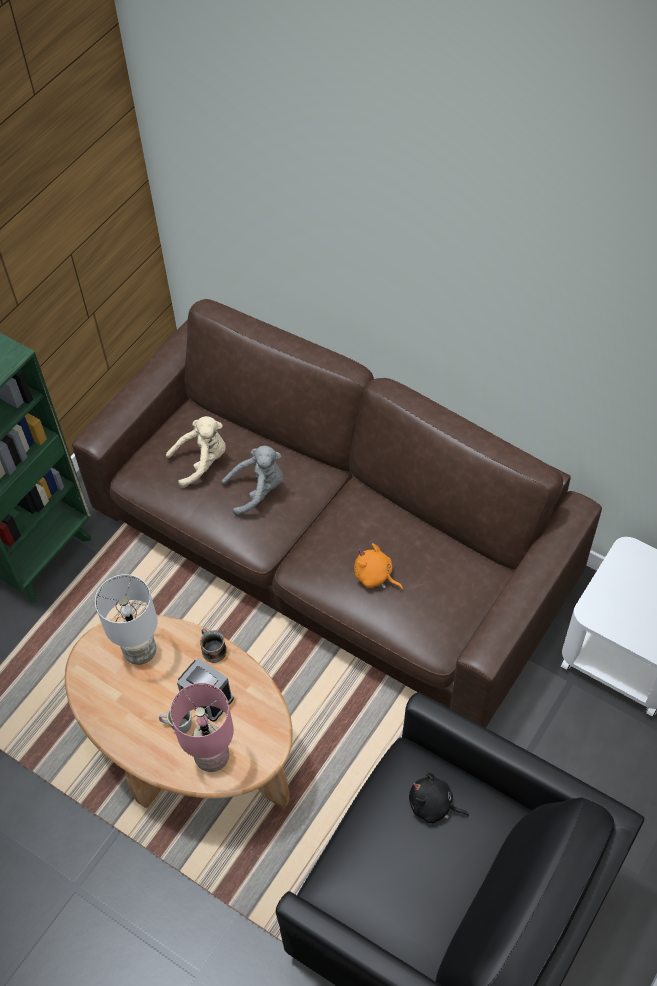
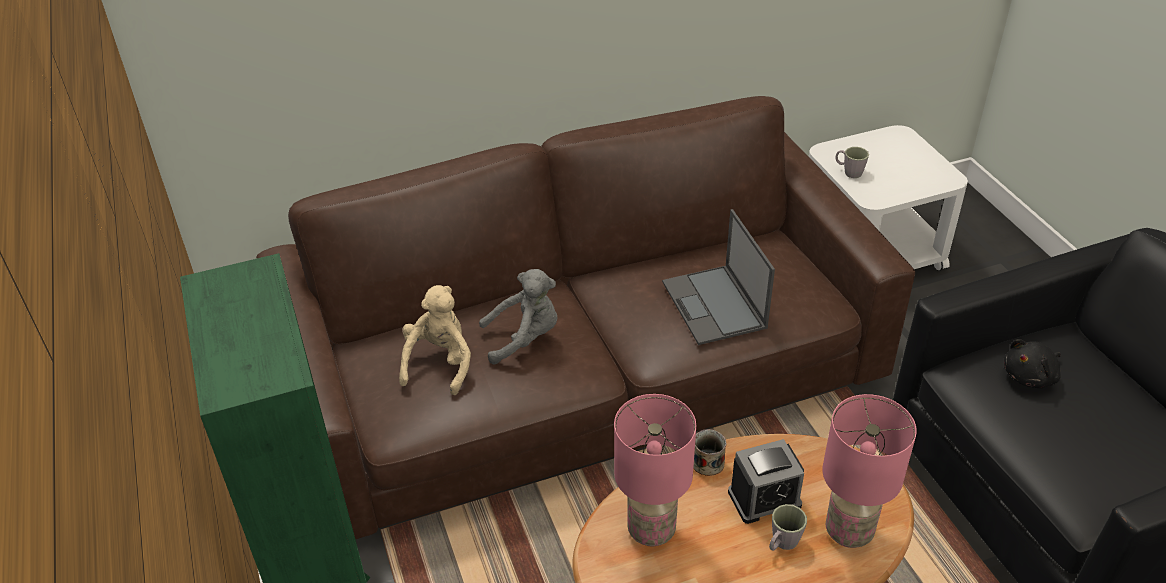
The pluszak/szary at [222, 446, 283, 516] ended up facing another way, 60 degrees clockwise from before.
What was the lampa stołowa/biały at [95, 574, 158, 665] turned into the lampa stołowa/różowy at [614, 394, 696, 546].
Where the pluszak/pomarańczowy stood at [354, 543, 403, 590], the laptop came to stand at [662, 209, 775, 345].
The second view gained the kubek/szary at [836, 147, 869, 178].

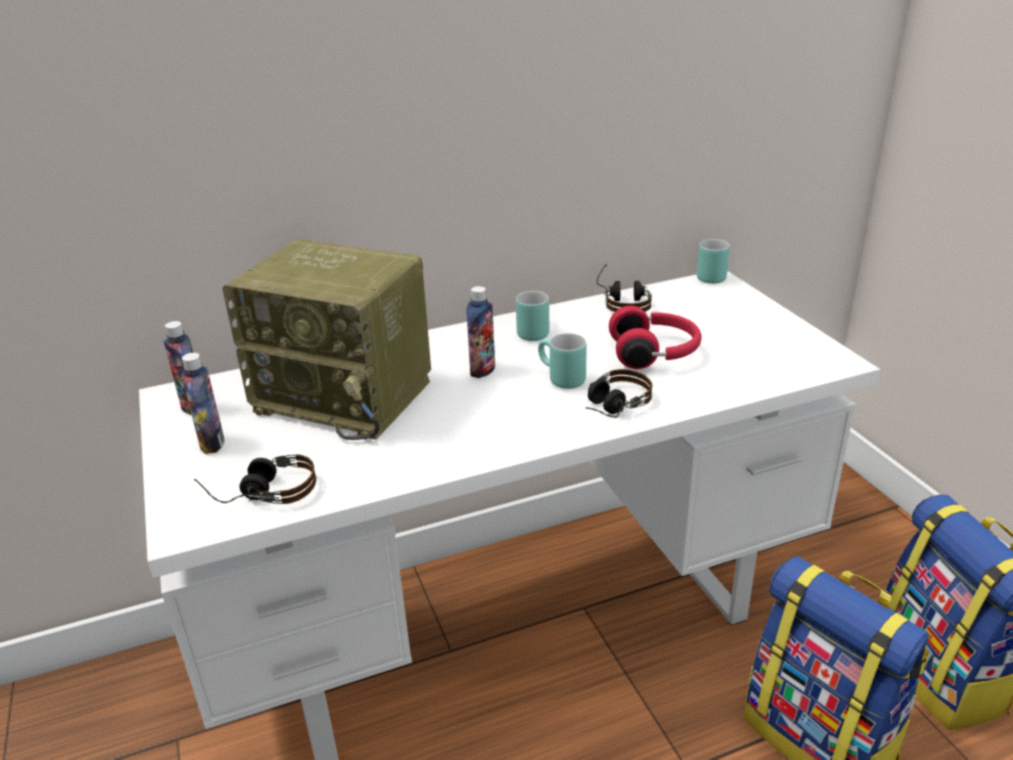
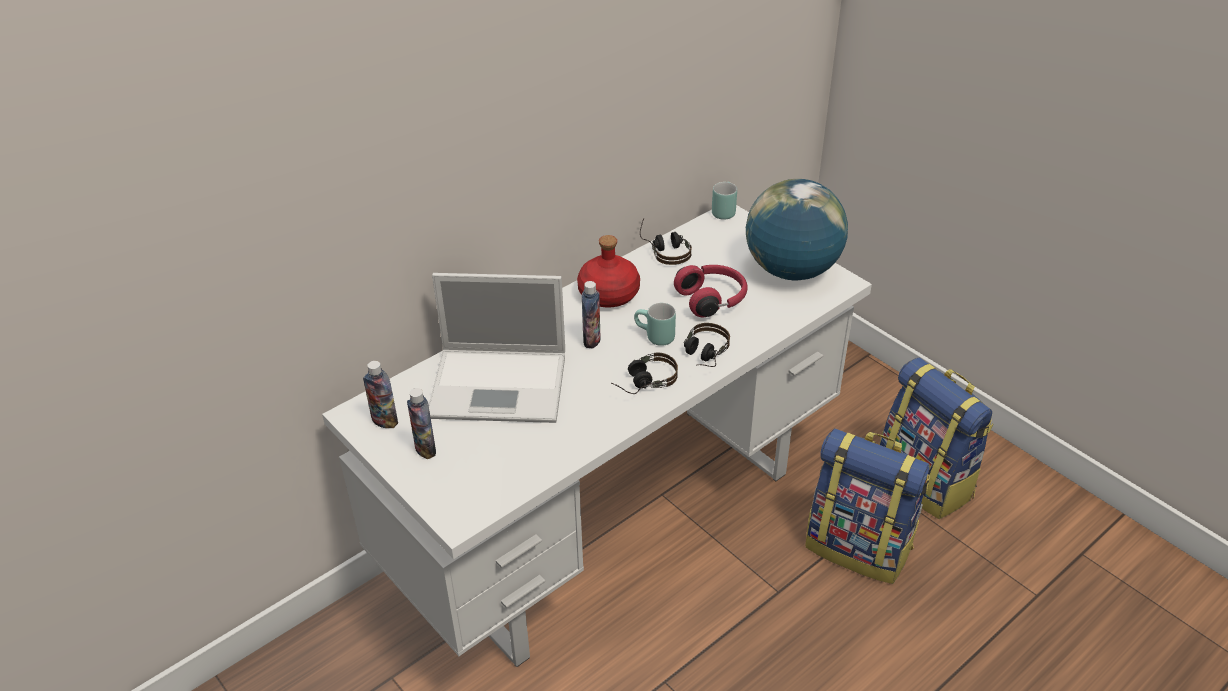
Where the radio stood at [222, 239, 431, 440], the laptop came to stand at [429, 273, 565, 423].
Where the kubek/turkusowy stood at [516, 291, 549, 341], the butelka/czerwony came to stand at [577, 235, 640, 308].
The słuchawki ended up elsewhere, having gone from [194, 454, 316, 504] to [611, 353, 678, 394].
The second view gained the globus at [746, 179, 848, 280].

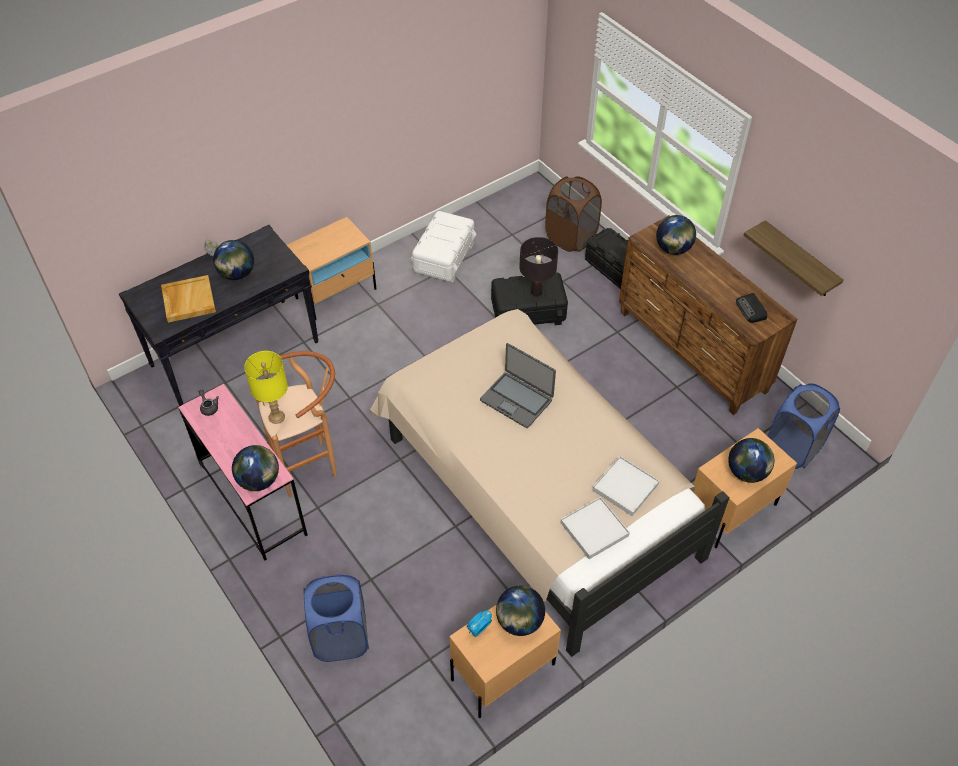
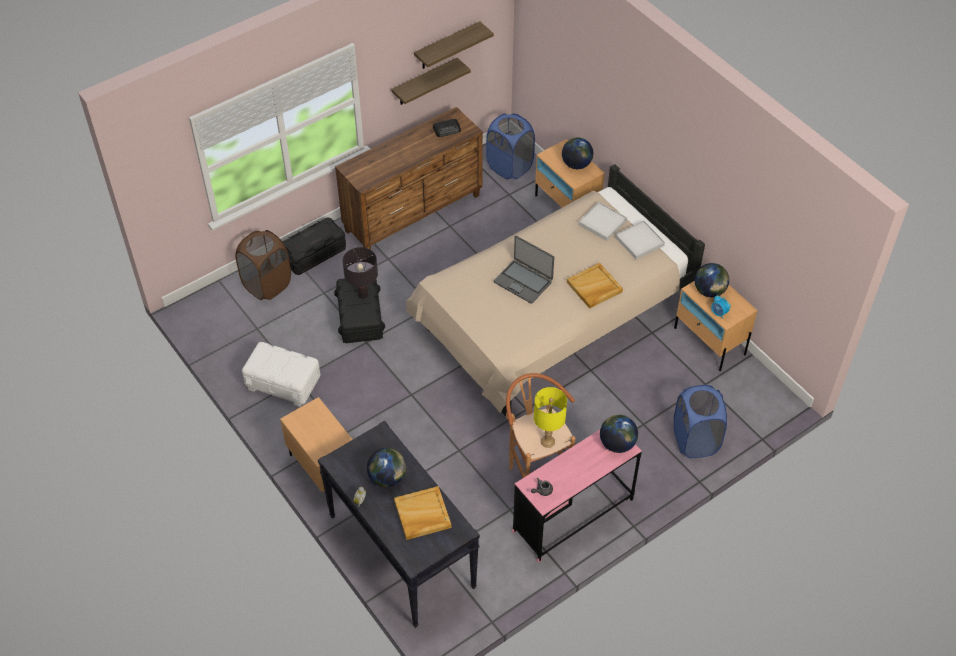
The second view gained the półka at [414, 22, 494, 69].
The laptop at [480, 343, 556, 428] ended up facing another way, 90 degrees clockwise from before.
The second view gained the taca/beżowy at [567, 263, 623, 309].
The second view lost the globus at [656, 215, 696, 255].

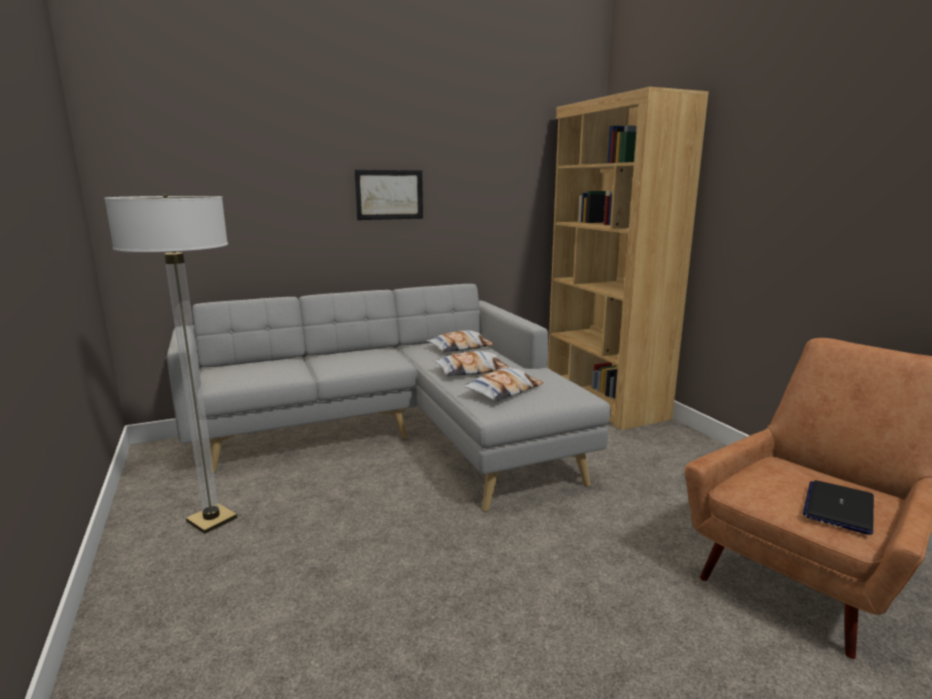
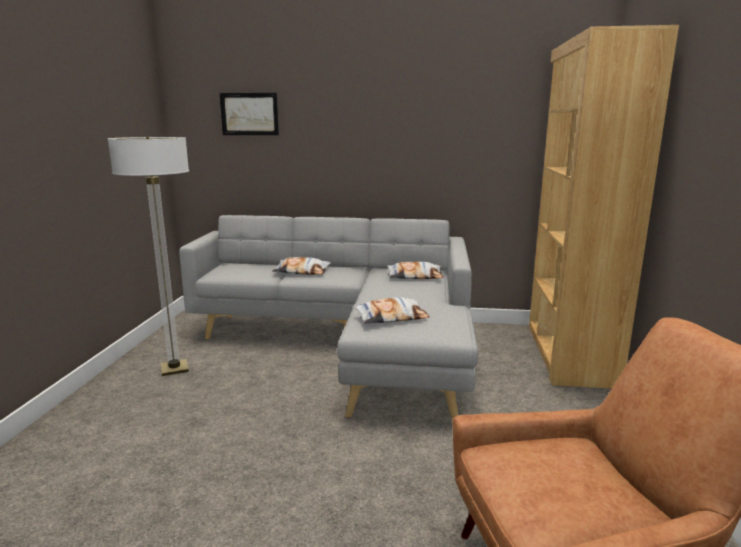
The obraz ended up elsewhere, having gone from [354, 170, 423, 220] to [220, 93, 279, 135].
The poduszka ended up elsewhere, having gone from [434, 351, 509, 376] to [272, 257, 331, 275].
The second view lost the laptop at [803, 480, 874, 535].

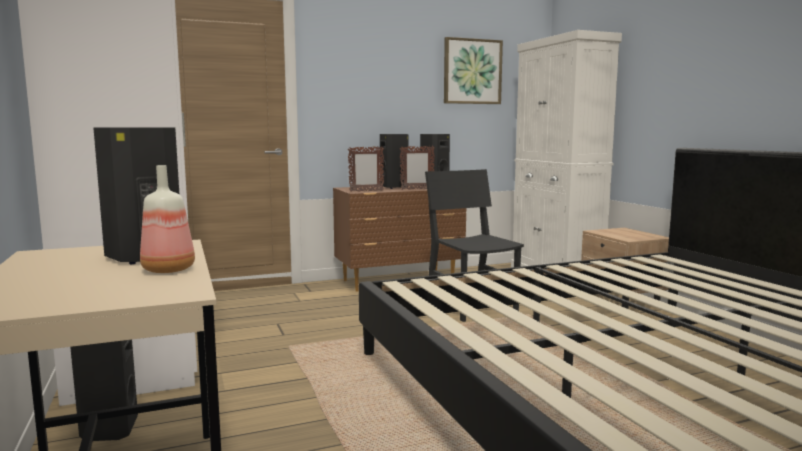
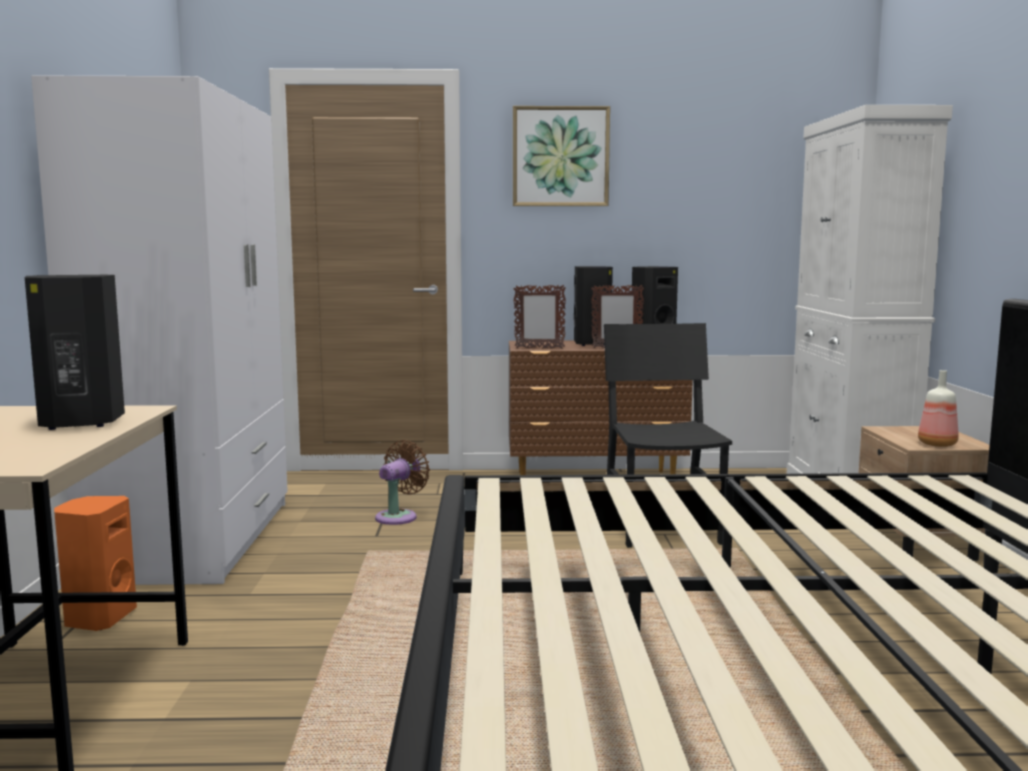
What was the głośnik/czarny at [70, 340, 138, 441] turned into the głośnik/pomarańczowy at [54, 496, 137, 631].
The second view gained the wentylator/brązowy at [375, 440, 430, 525].
The obraz ended up elsewhere, having gone from [444, 37, 503, 104] to [513, 106, 610, 206].
The butelka ended up elsewhere, having gone from [140, 165, 195, 273] to [918, 370, 959, 447].

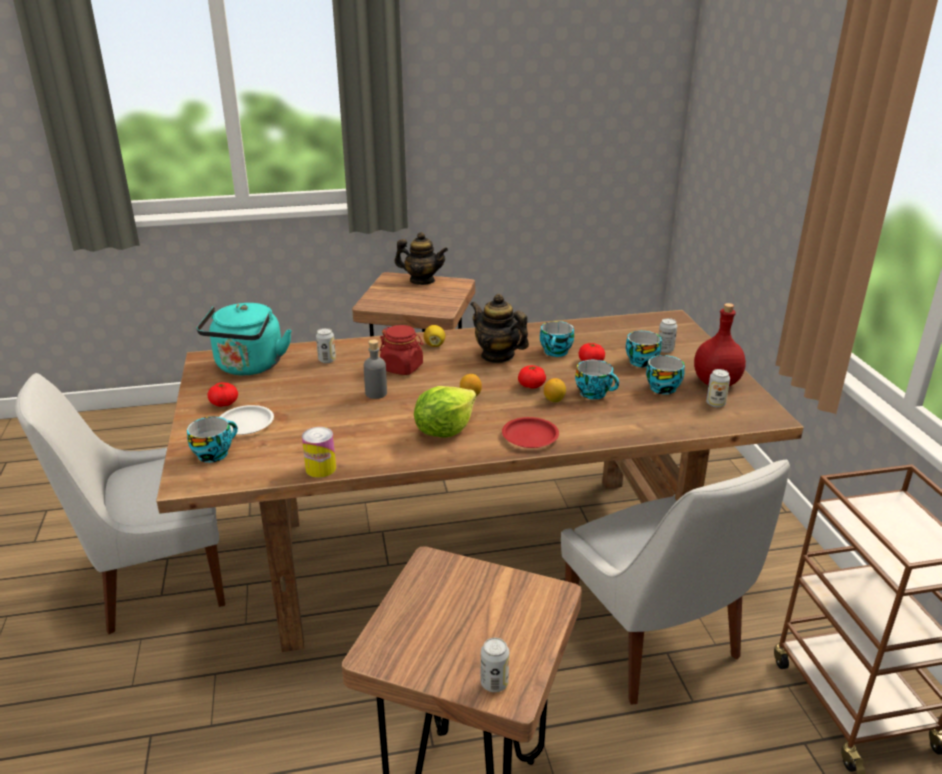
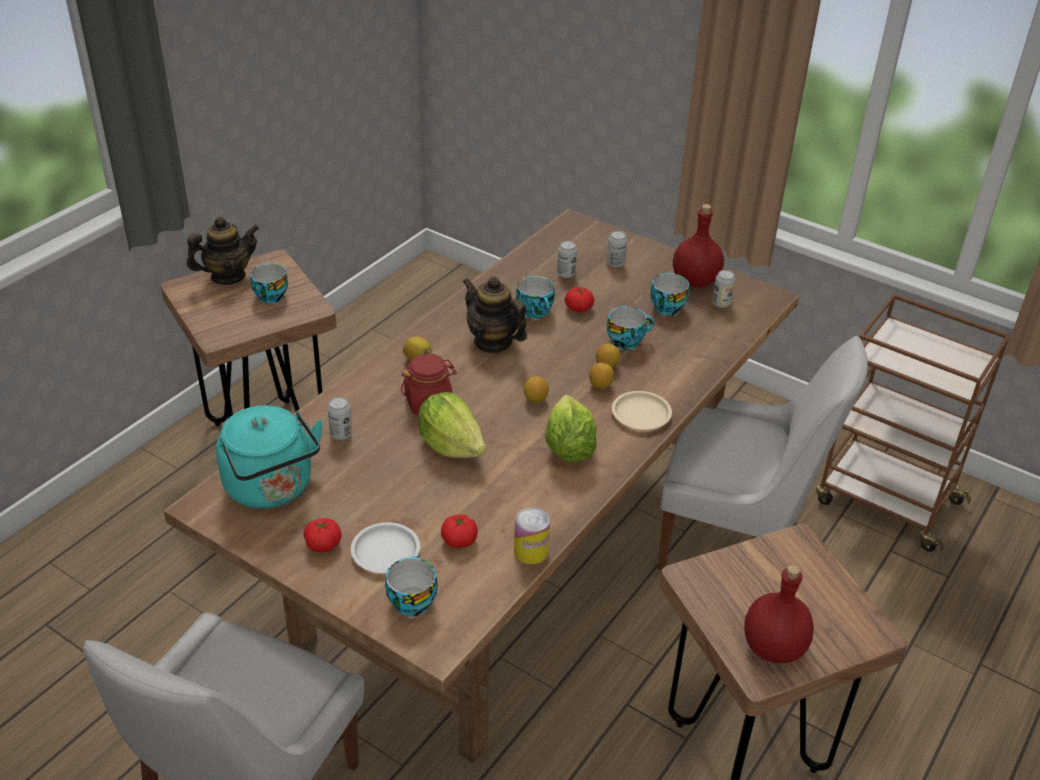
The filiżanka ended up elsewhere, having gone from [626, 331, 662, 367] to [250, 263, 288, 304].
Where the butelka/szary stood at [364, 339, 387, 399], the sałata came to stand at [418, 392, 486, 458].
The pomidor ended up elsewhere, having gone from [518, 365, 546, 389] to [441, 514, 478, 548].
The imbryk at [470, 294, 529, 363] ended up facing another way, 45 degrees clockwise from before.
The puszka ended up elsewhere, having gone from [481, 638, 509, 692] to [557, 241, 577, 278].
The second view gained the cytryna at [589, 362, 614, 389].
What was the talerz/czerwony at [502, 417, 559, 448] turned into the talerz/beżowy at [612, 391, 672, 430].
The second view gained the butelka/czerwony at [744, 564, 814, 663].

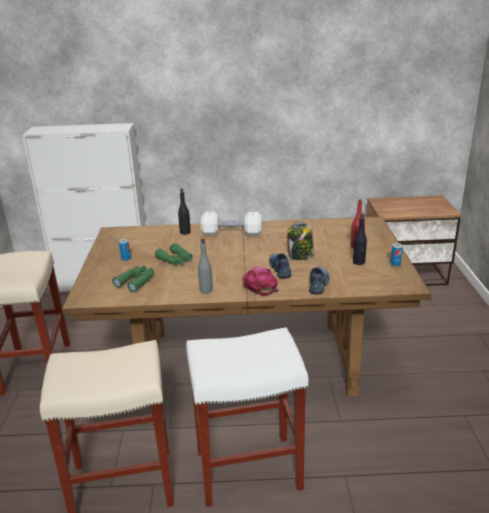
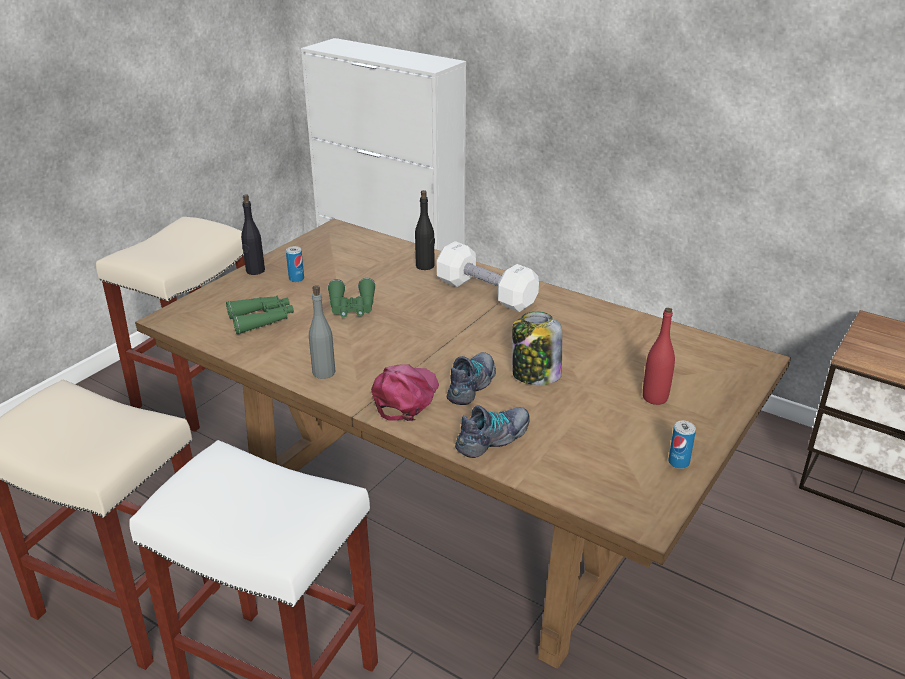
The butelka/czarny ended up elsewhere, having gone from [353, 213, 367, 265] to [241, 194, 265, 275].

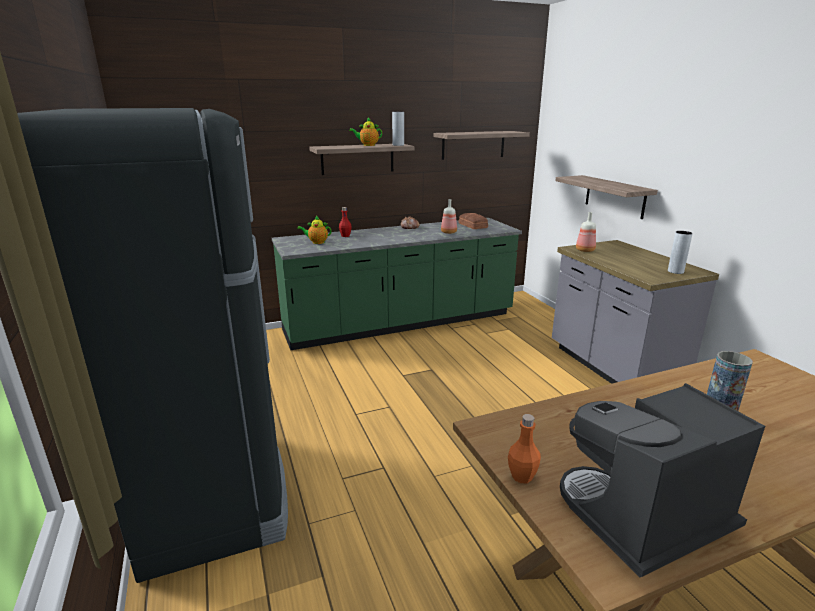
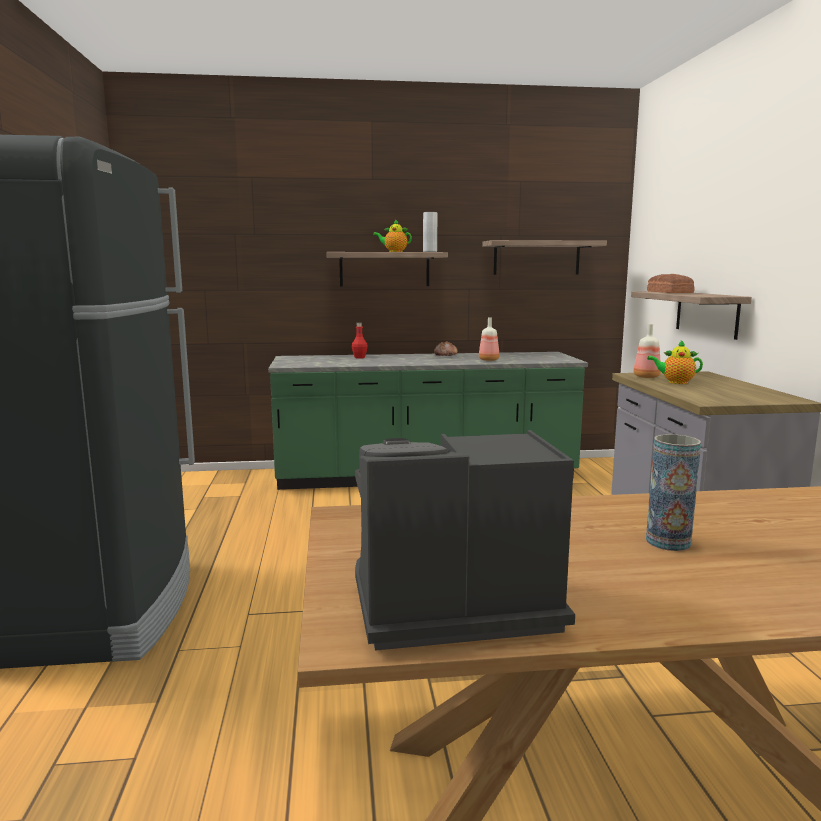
The chleb ended up elsewhere, having gone from [459, 213, 488, 229] to [647, 274, 695, 293].
The imbryk ended up elsewhere, having gone from [297, 216, 332, 244] to [647, 340, 703, 384].
The second view lost the butelka/pomarańczowy at [508, 414, 541, 483].
The second view lost the wazon/szary at [668, 231, 693, 274].

